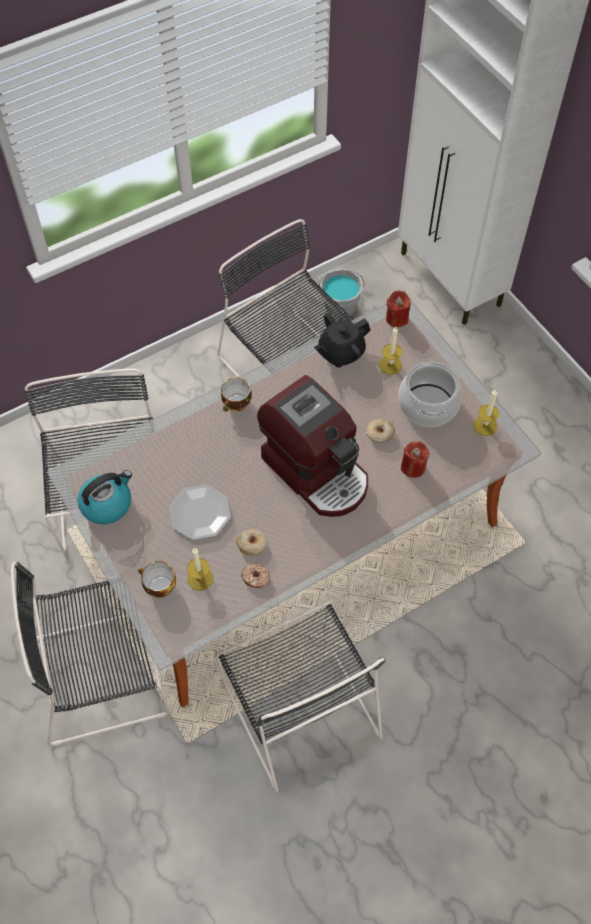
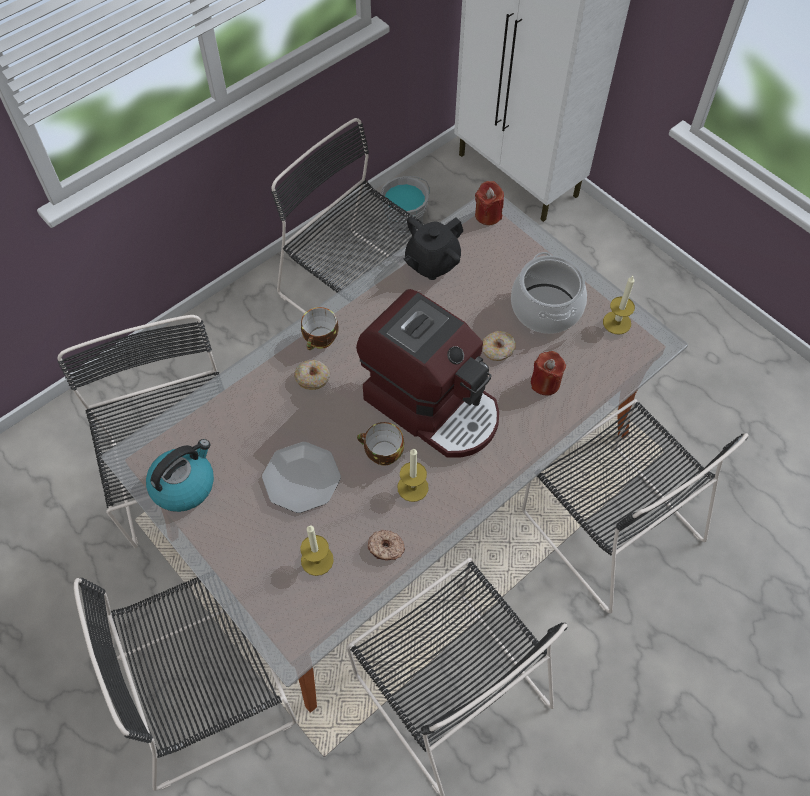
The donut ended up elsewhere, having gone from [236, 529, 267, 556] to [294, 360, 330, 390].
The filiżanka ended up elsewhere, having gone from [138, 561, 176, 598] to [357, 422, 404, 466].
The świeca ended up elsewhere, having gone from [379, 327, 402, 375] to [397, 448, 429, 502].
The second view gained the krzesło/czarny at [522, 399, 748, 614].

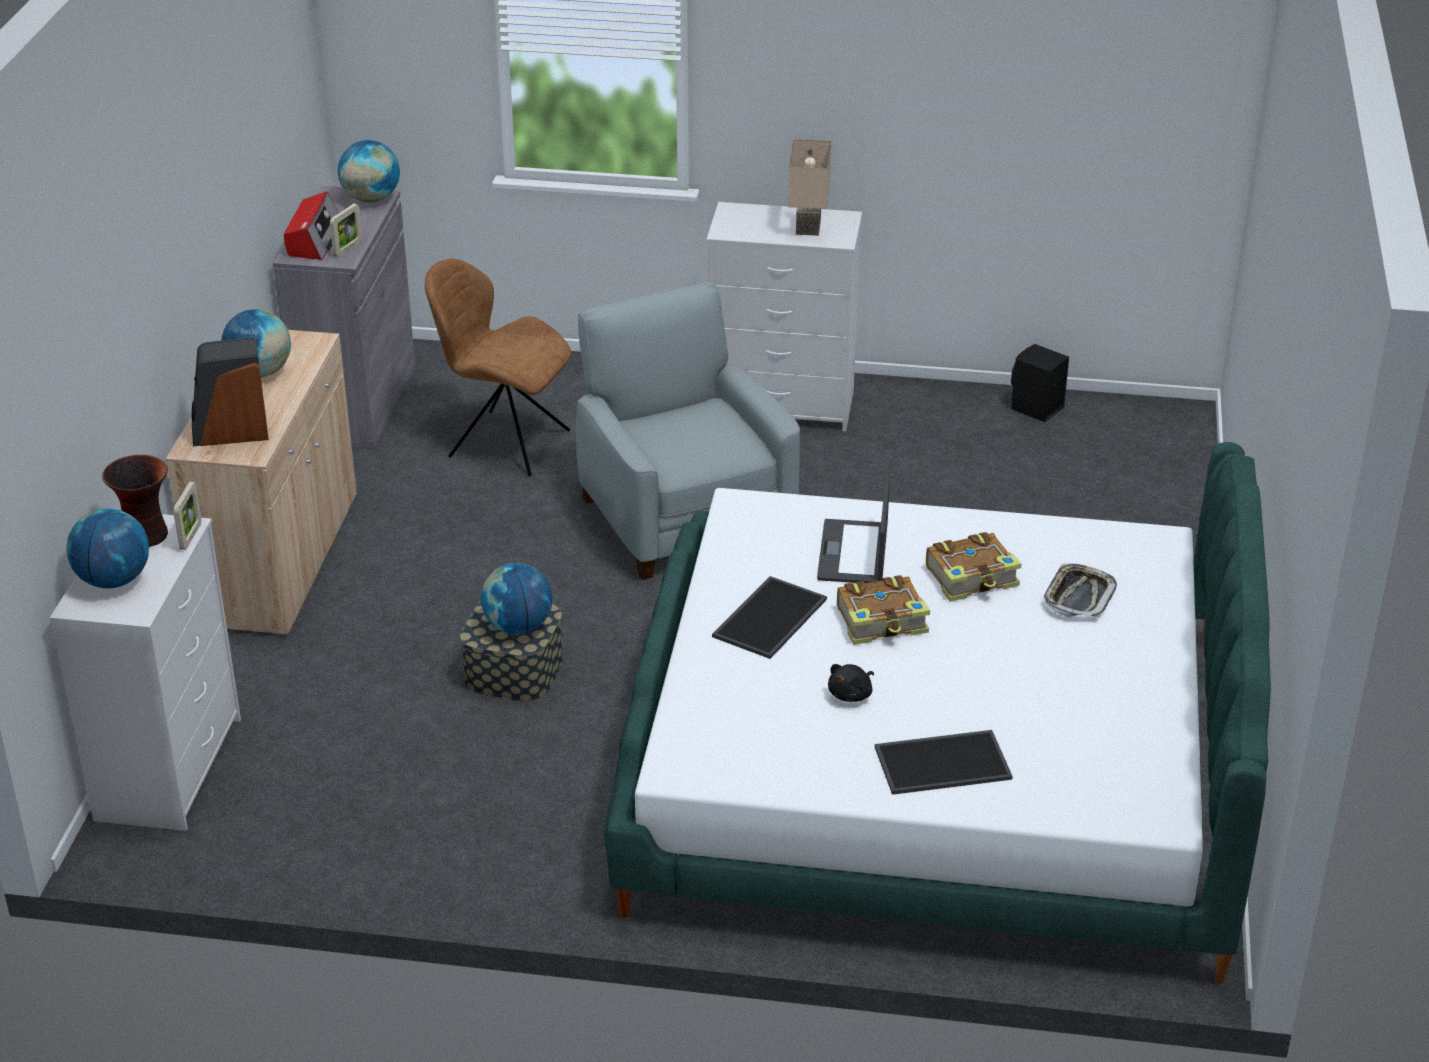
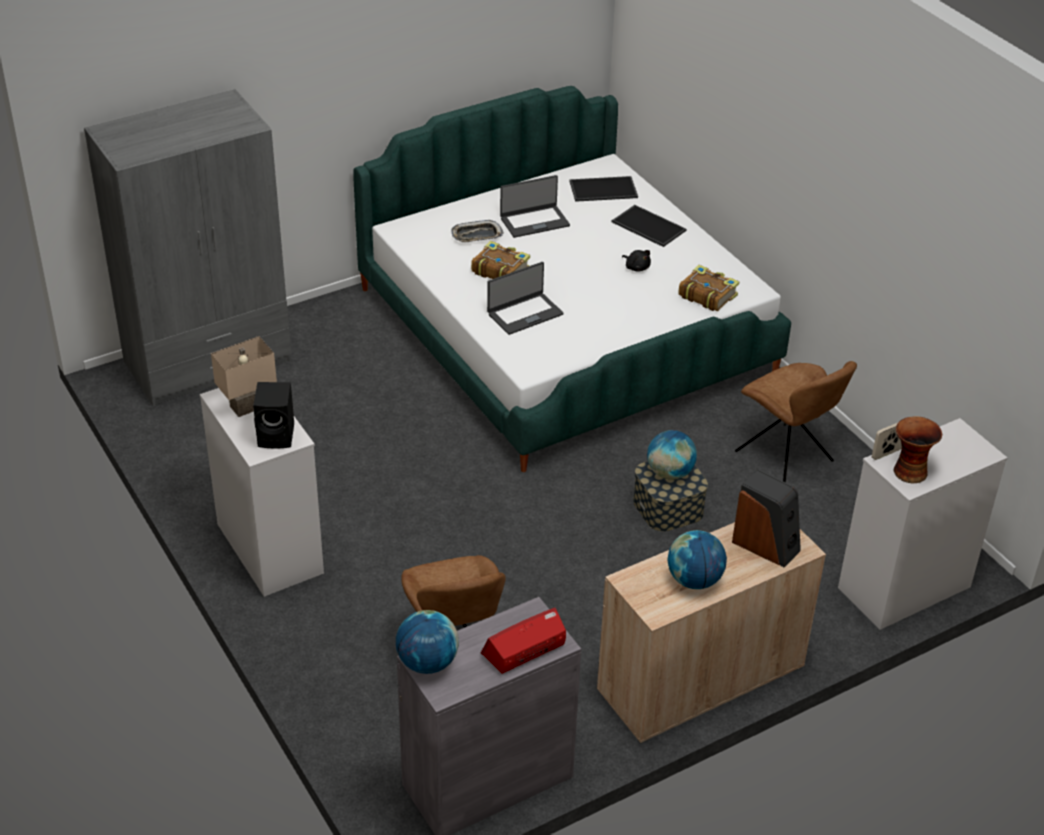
The second view gained the szafa/szary at [84, 89, 291, 406].
The głośnik/czarny ended up elsewhere, having gone from [1011, 344, 1069, 422] to [253, 382, 294, 449].
The second view gained the laptop at [500, 175, 570, 238].
The taca ended up elsewhere, having gone from [712, 576, 827, 659] to [569, 176, 638, 202].
The pluszak/czarny at [828, 664, 874, 702] ended up facing another way, 45 degrees clockwise from before.
The książka ended up elsewhere, having gone from [837, 575, 930, 645] to [678, 265, 739, 311].
The second view gained the krzesło/brązowy at [735, 361, 857, 482].
The second view lost the globus at [66, 508, 149, 588].
The second view lost the ramka na zdjęcie at [330, 203, 362, 257].
The second view lost the fotel/szary at [576, 282, 800, 580].

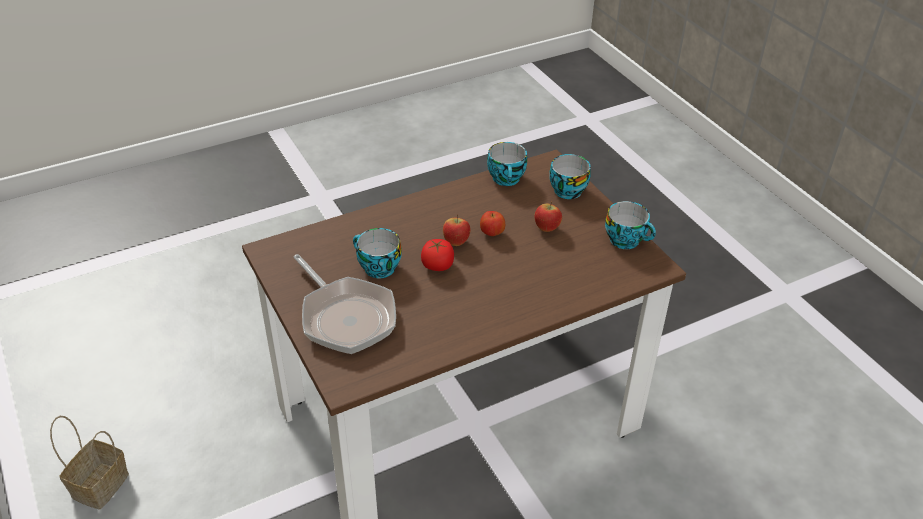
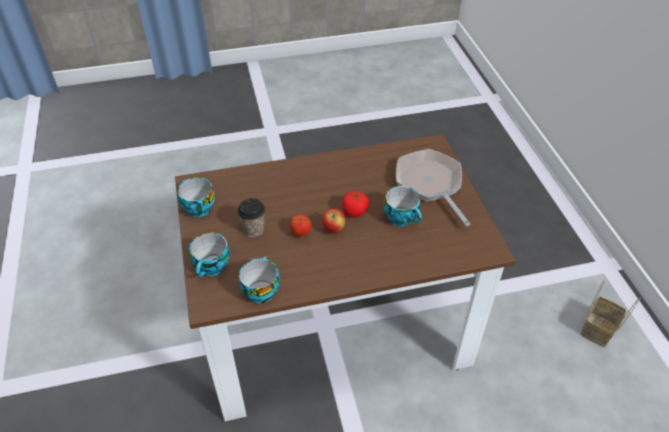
Where the jabłko stood at [535, 201, 562, 232], the filiżanka came to stand at [238, 198, 265, 237].

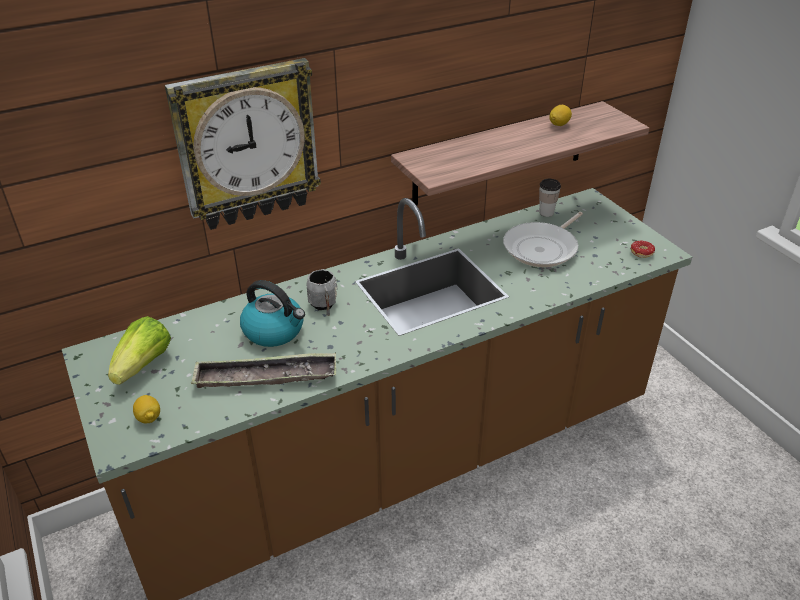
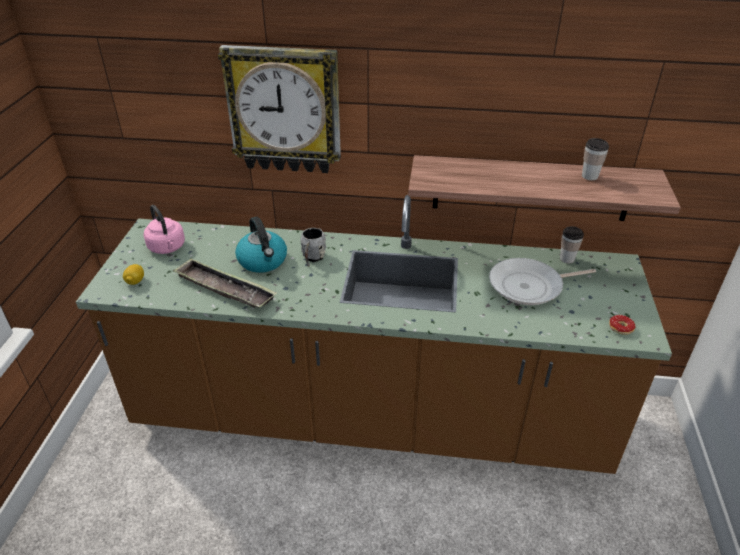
Where the sałata stood at [108, 316, 171, 385], the czajnik/różowy came to stand at [144, 205, 185, 254].
Where the cytryna stood at [549, 105, 572, 126], the filiżanka came to stand at [582, 138, 609, 180].

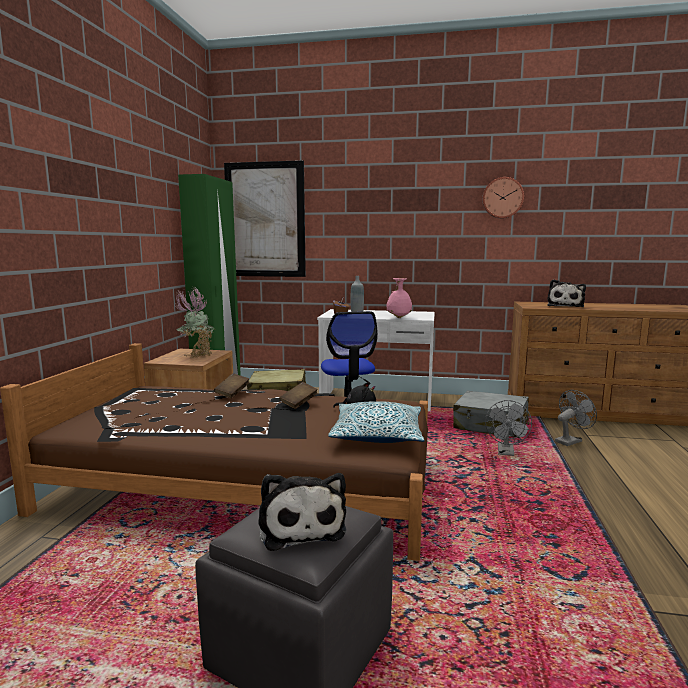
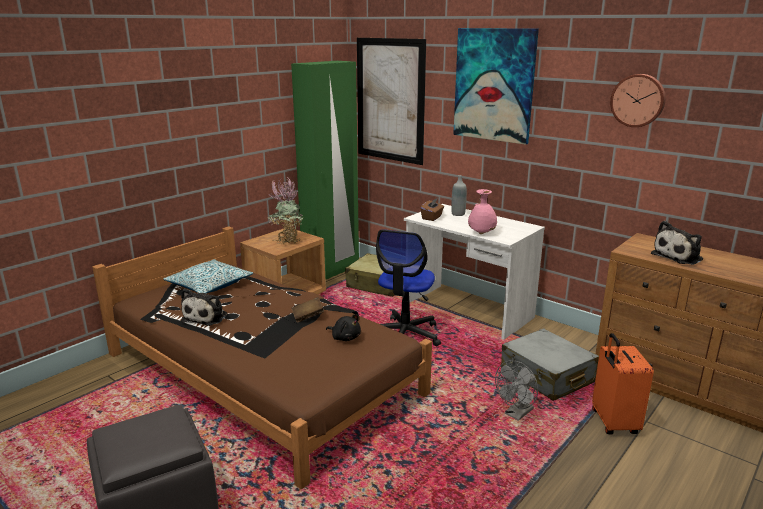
The poduszka ended up elsewhere, having gone from [328, 401, 425, 443] to [163, 259, 254, 293].
The pluszak ended up elsewhere, having gone from [258, 473, 347, 551] to [181, 289, 227, 326].
The second view gained the obraz at [453, 28, 539, 145].
Where the wentylator/szary stood at [555, 390, 597, 446], the walizka/pomarańczowy came to stand at [592, 333, 654, 434].
The second view lost the książka/brązowy at [214, 373, 249, 398].

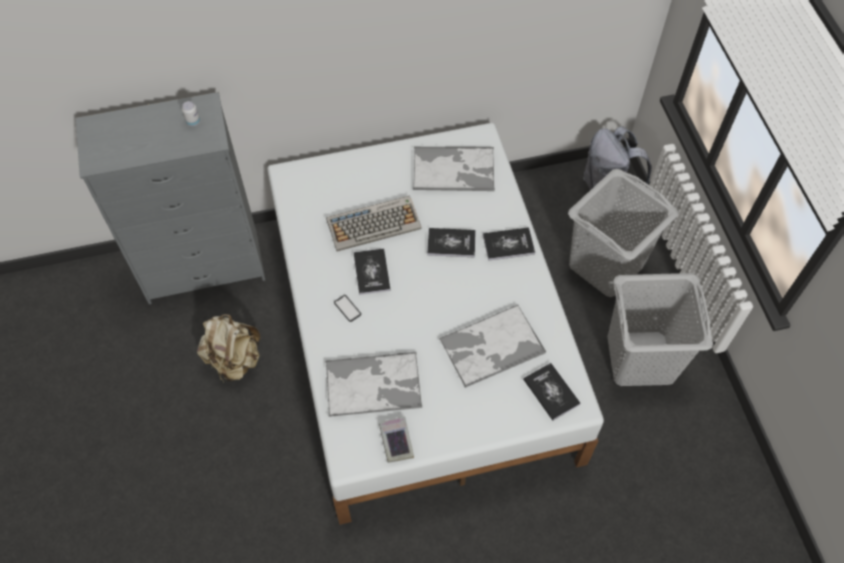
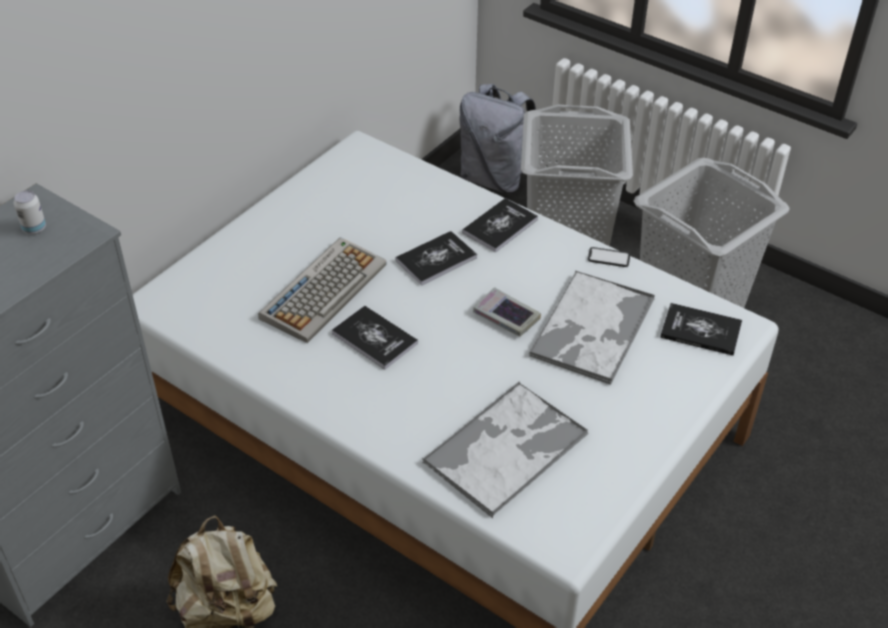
The książka ended up elsewhere, having gone from [379, 416, 414, 463] to [473, 287, 541, 337].
The telefon ended up elsewhere, having gone from [334, 295, 361, 322] to [588, 247, 630, 267].
The second view lost the taca at [413, 147, 495, 191].

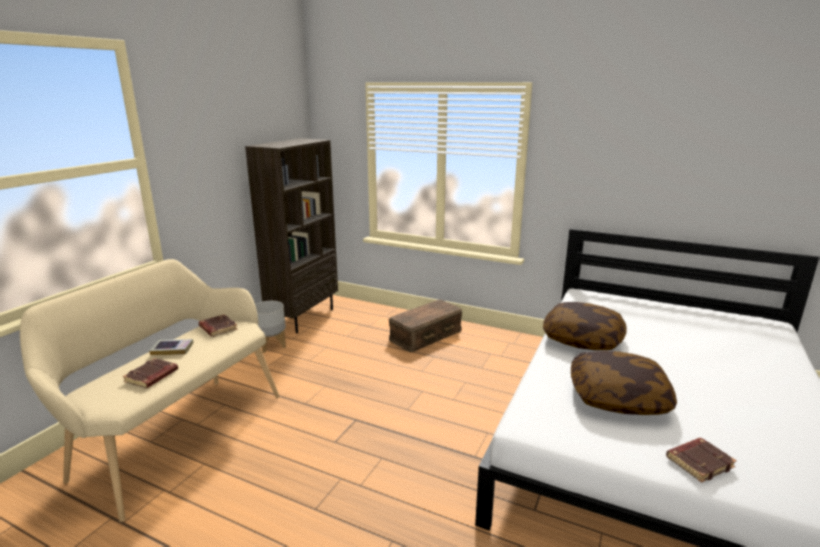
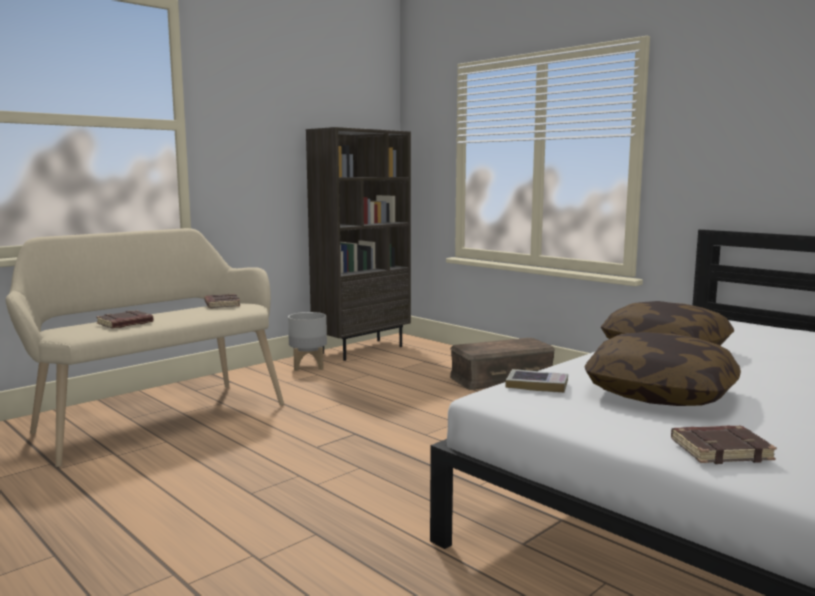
The książka ended up elsewhere, having gone from [149, 339, 194, 355] to [506, 369, 568, 393].

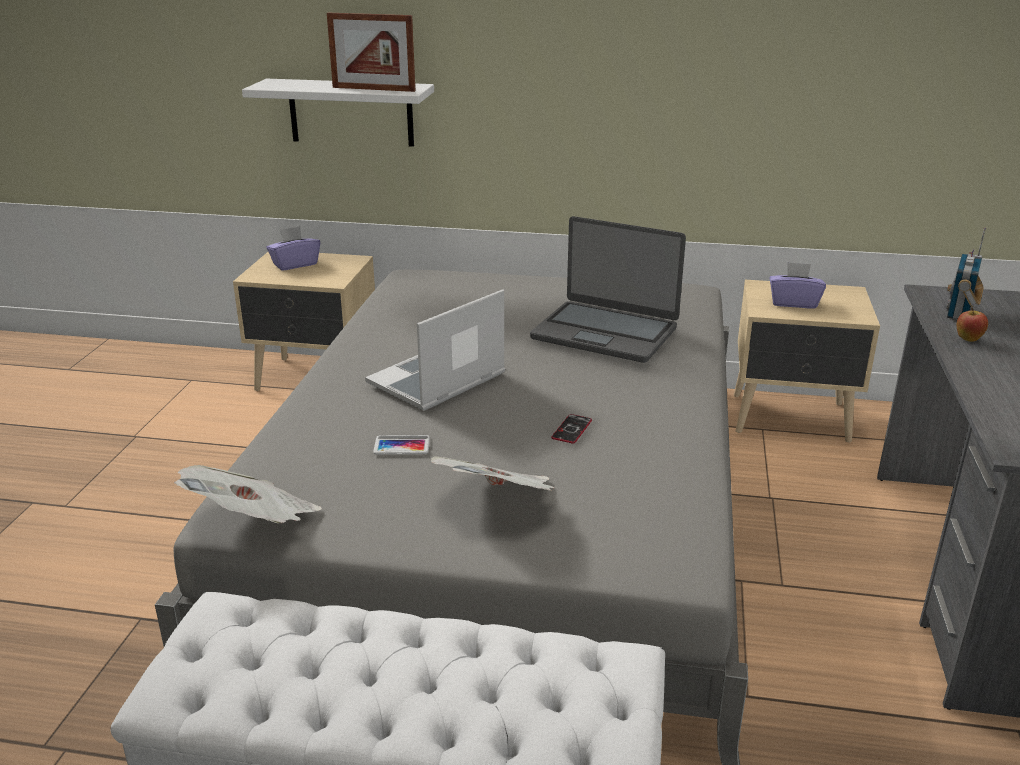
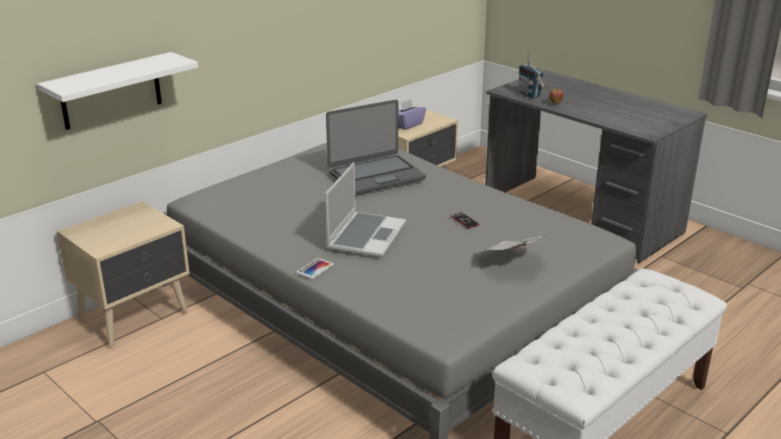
The telefon ended up elsewhere, having gone from [373, 435, 430, 454] to [297, 258, 333, 279].
The laptop at [365, 289, 505, 411] ended up facing another way, 150 degrees counterclockwise from before.
The second view lost the gazeta at [174, 465, 322, 524].
The second view lost the pudełko chusteczek/fioletowy at [267, 226, 320, 271].
The second view lost the ramka na zdjęcie at [327, 13, 415, 92].

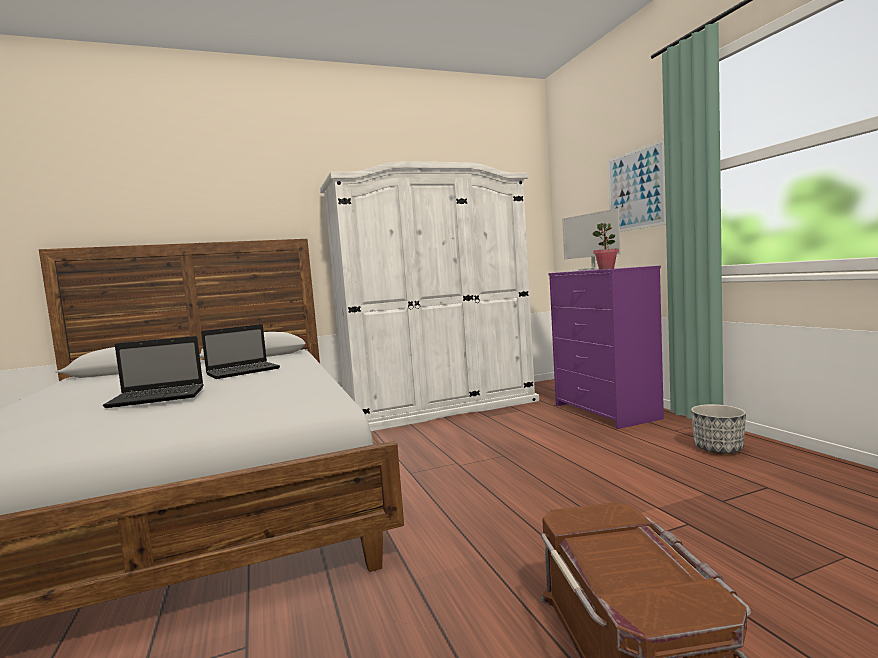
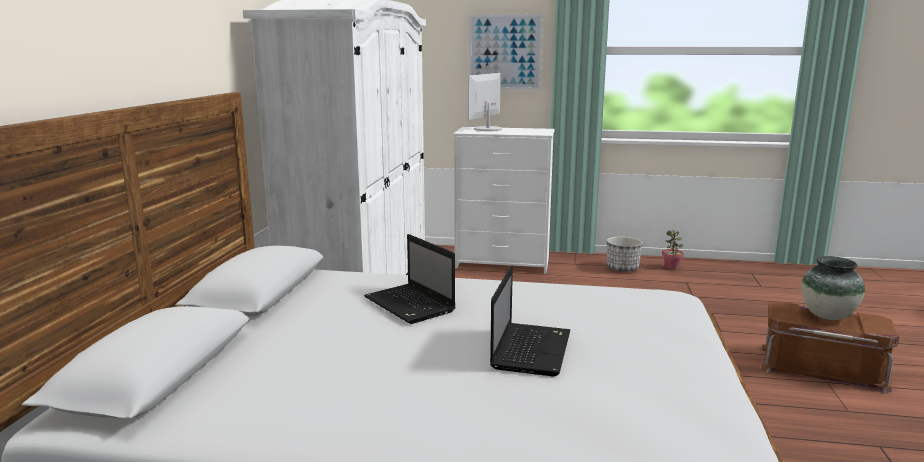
The laptop at [201, 324, 280, 379] ended up facing another way, 150 degrees clockwise from before.
What was the komoda/fioletowy at [548, 266, 664, 429] turned into the komoda/biały at [453, 127, 554, 274].
The monitor at [562, 208, 621, 271] ended up facing another way, 120 degrees clockwise from before.
The roślina doniczkowa ended up elsewhere, having gone from [592, 223, 619, 270] to [662, 230, 684, 270].
The second view gained the wazon at [801, 256, 865, 320].

